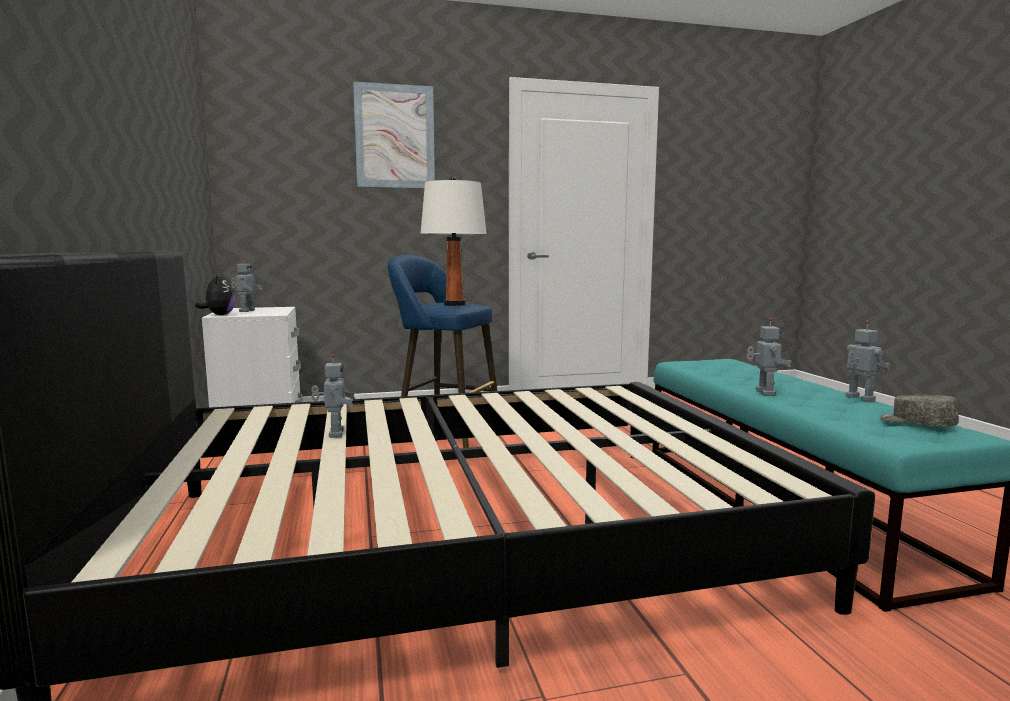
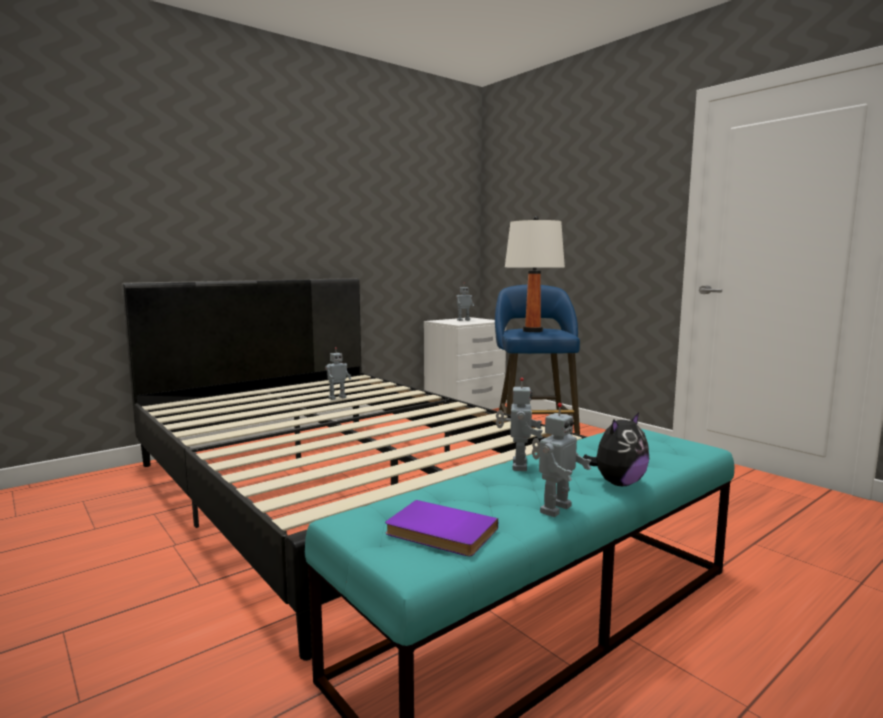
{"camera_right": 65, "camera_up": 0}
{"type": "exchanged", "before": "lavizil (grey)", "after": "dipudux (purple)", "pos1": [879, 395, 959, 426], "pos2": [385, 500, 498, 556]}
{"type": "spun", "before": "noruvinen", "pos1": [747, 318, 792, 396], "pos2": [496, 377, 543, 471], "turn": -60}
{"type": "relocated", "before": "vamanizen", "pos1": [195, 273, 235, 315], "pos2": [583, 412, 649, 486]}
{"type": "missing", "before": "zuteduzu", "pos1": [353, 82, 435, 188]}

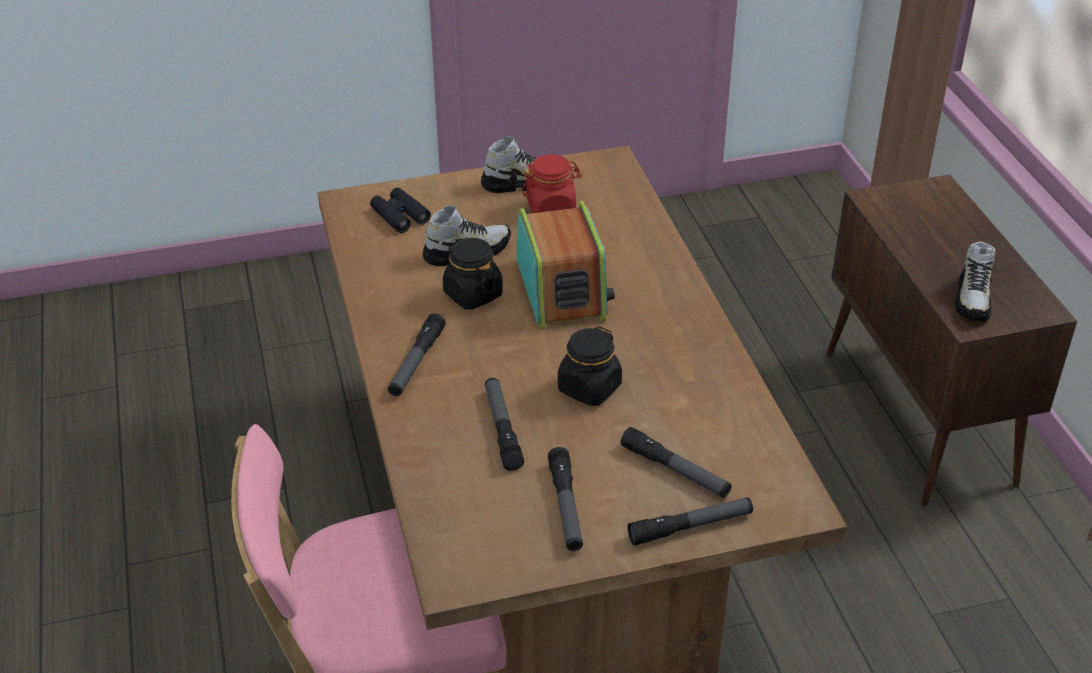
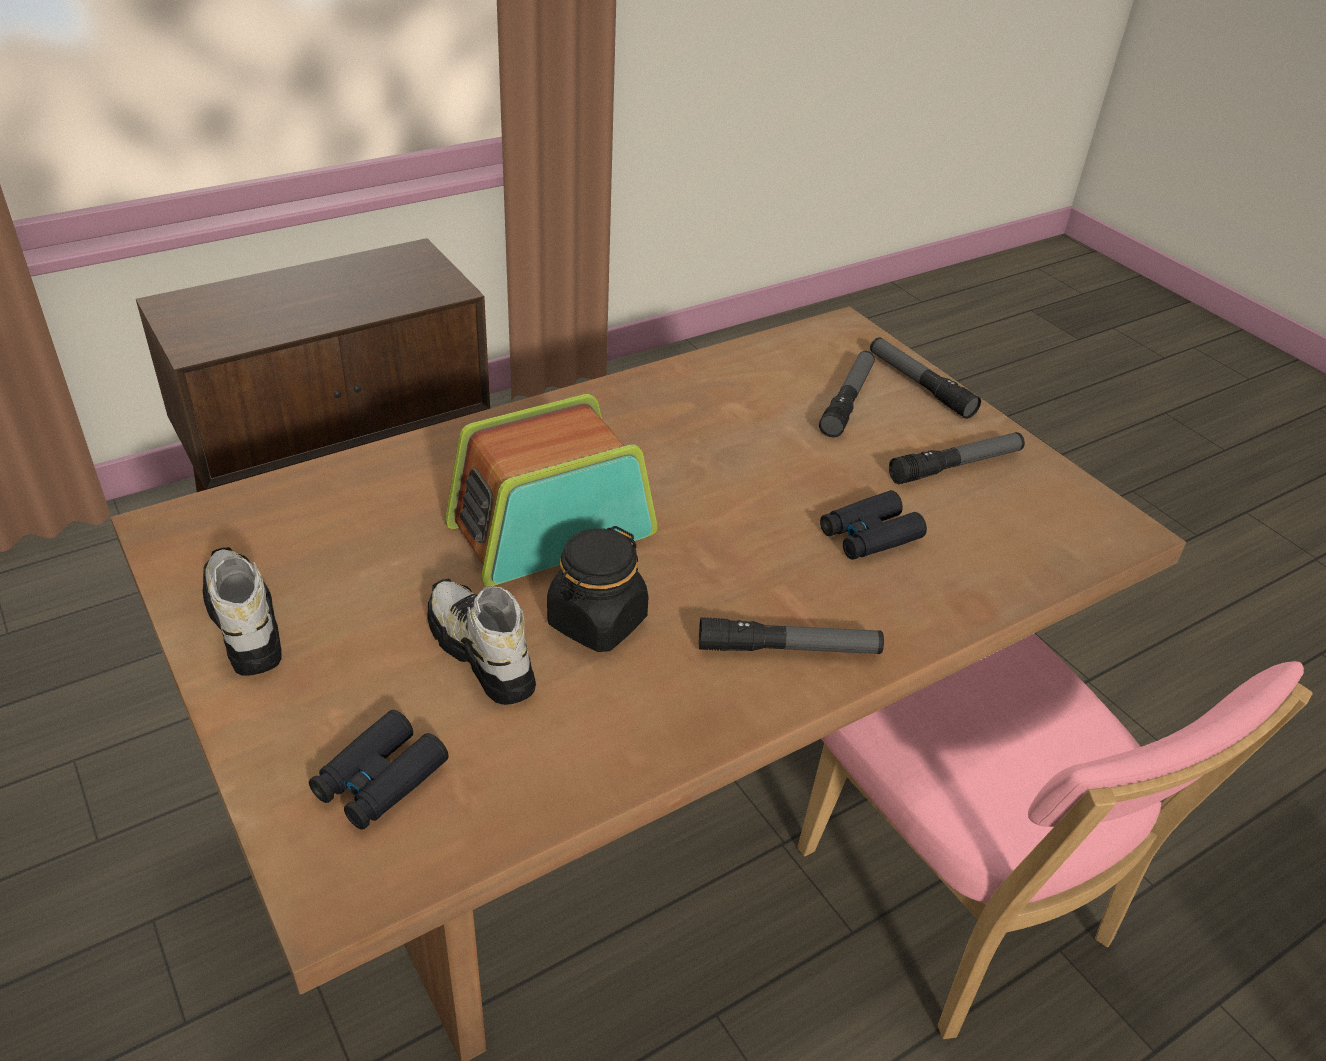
{"camera_right": -110, "camera_up": 0}
{"type": "exchanged", "before": "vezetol", "after": "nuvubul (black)", "pos1": [485, 378, 524, 471], "pos2": [820, 490, 927, 560]}
{"type": "missing", "before": "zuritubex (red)", "pos1": [522, 154, 582, 213]}
{"type": "missing", "before": "zuritubex (black)", "pos1": [558, 326, 622, 406]}
{"type": "missing", "before": "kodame", "pos1": [955, 241, 996, 321]}

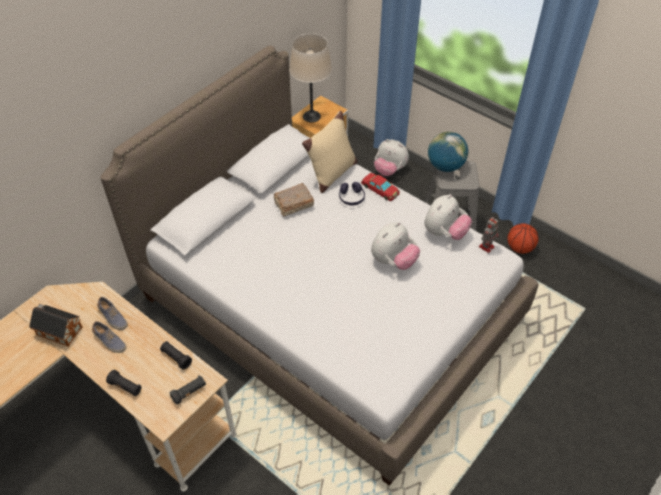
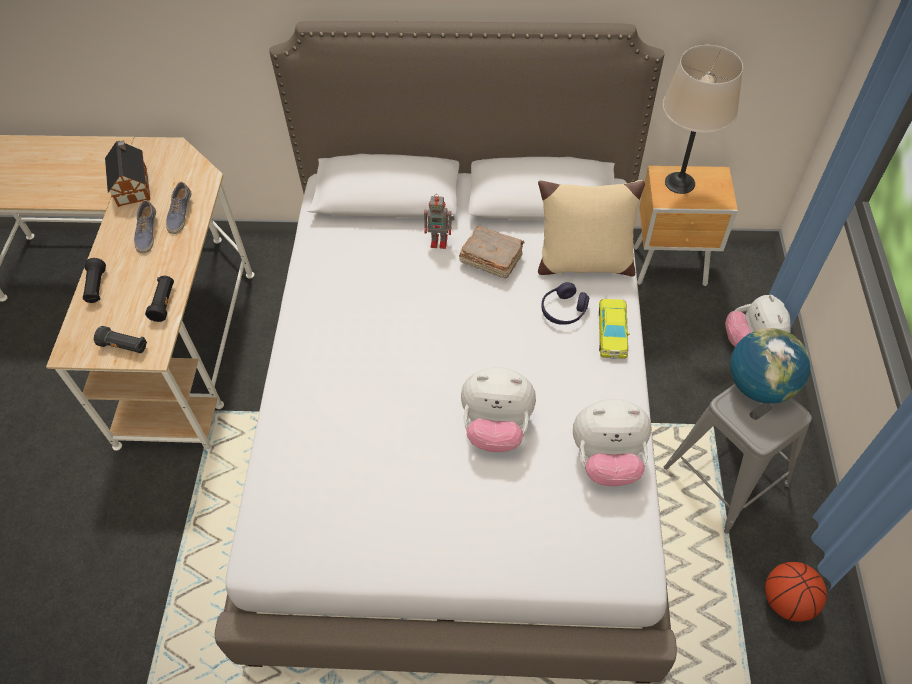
{"camera_right": 55, "camera_up": 5}
{"type": "relocated", "before": "noruvinen", "pos1": [479, 217, 499, 253], "pos2": [424, 194, 454, 249]}
{"type": "colour", "before": "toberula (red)", "after": "toberula (yellow)", "pos1": [361, 173, 400, 201], "pos2": [599, 299, 630, 359]}

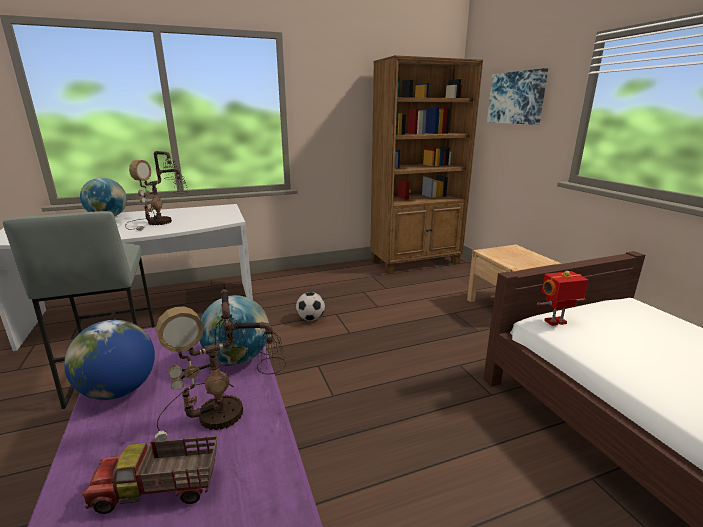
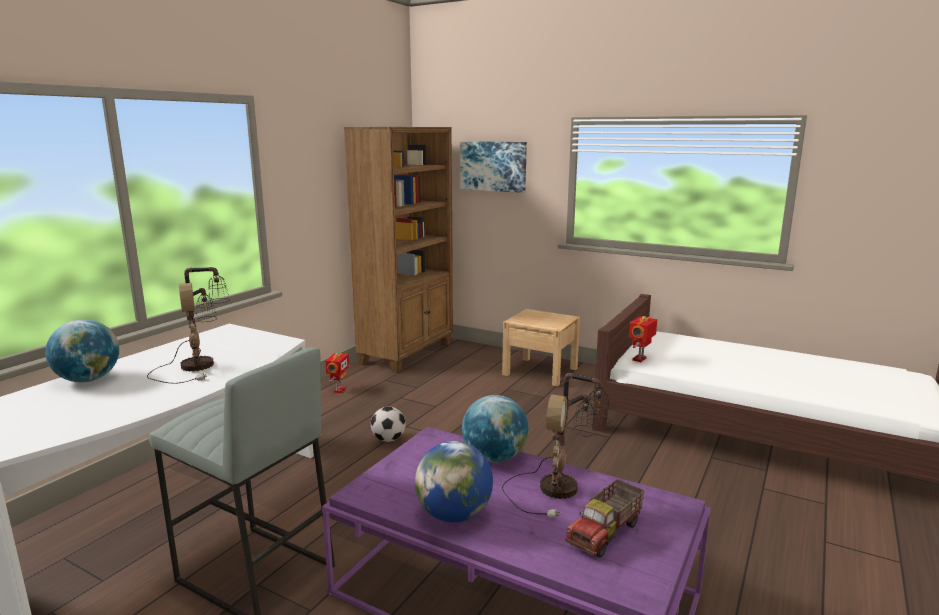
{"camera_right": -40, "camera_up": -5}
{"type": "appeared", "after": "noruvinen", "pos2": [325, 353, 349, 393]}

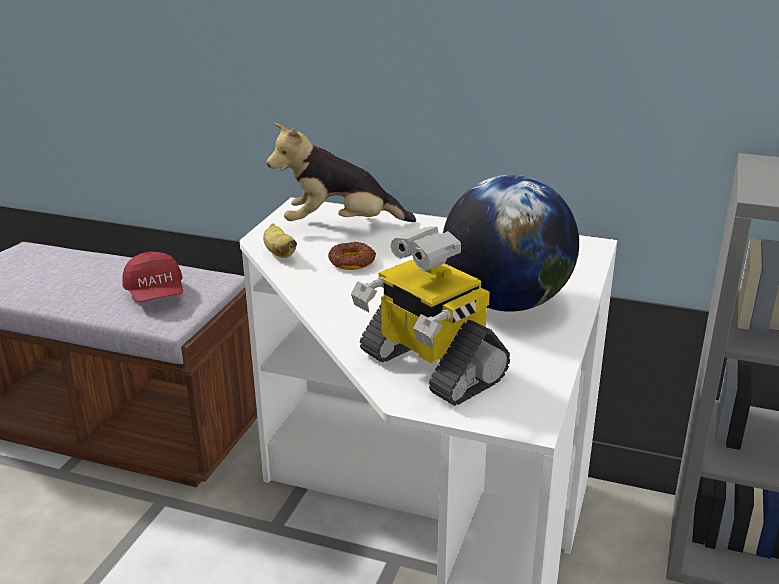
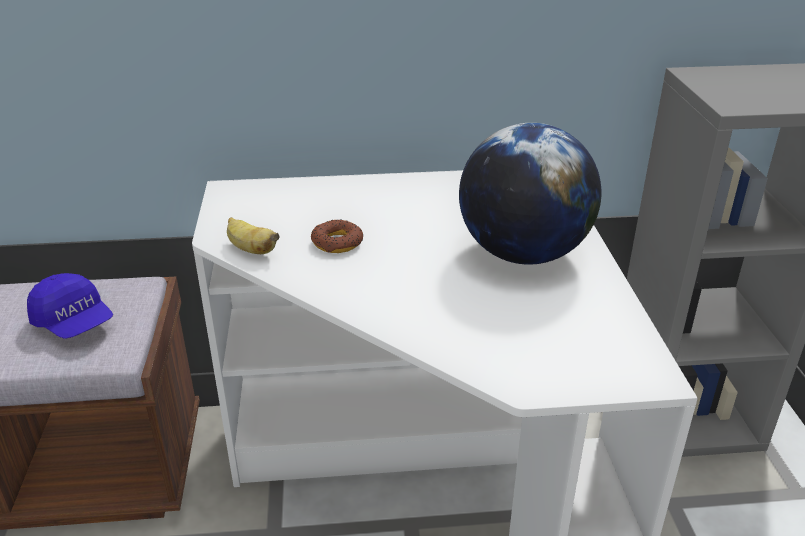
{"camera_right": -25, "camera_up": 5}
{"type": "colour", "before": "lavizil (red)", "after": "lavizil (blue)", "pos1": [122, 252, 183, 302], "pos2": [27, 273, 113, 339]}
{"type": "missing", "before": "vamanizen", "pos1": [267, 123, 416, 222]}
{"type": "missing", "before": "noruvinen", "pos1": [351, 227, 510, 406]}

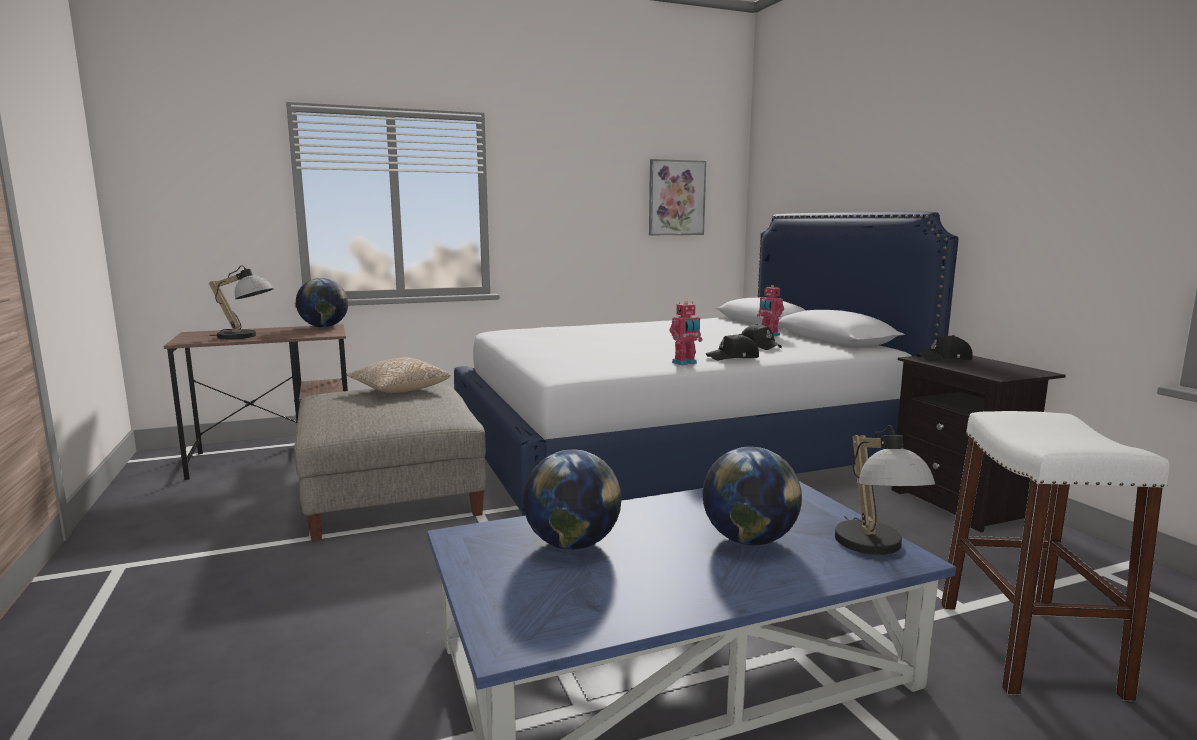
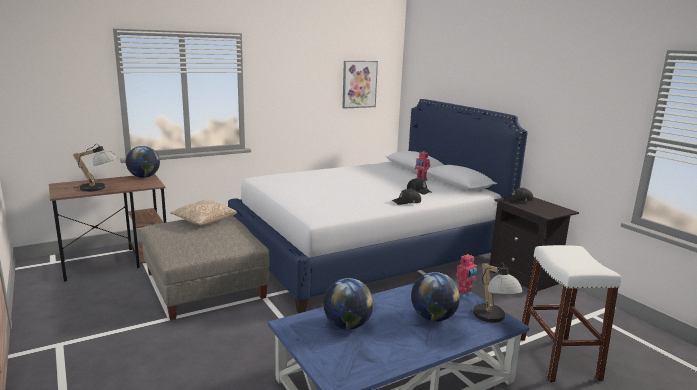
{"camera_right": -10, "camera_up": 5}
{"type": "relocated", "before": "noruvinen", "pos1": [670, 301, 703, 365], "pos2": [456, 254, 477, 298]}

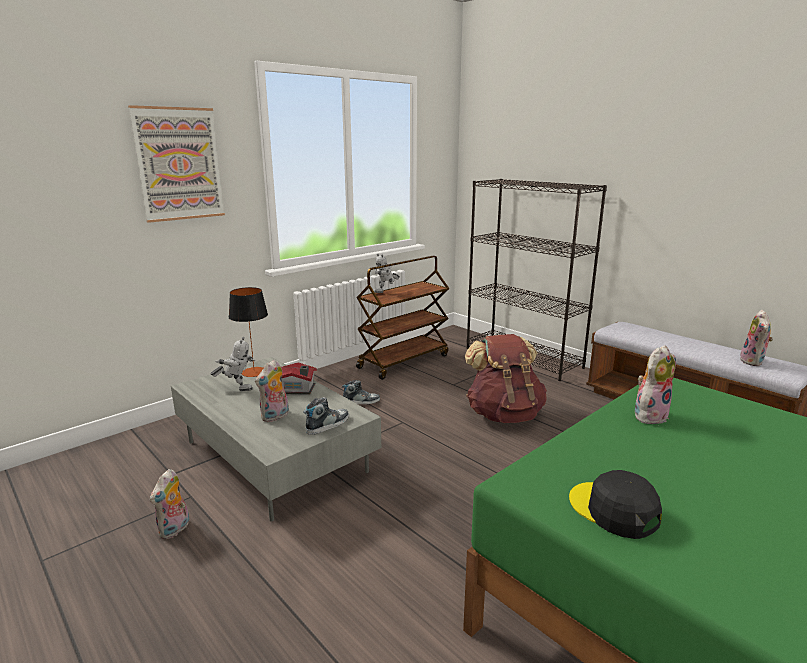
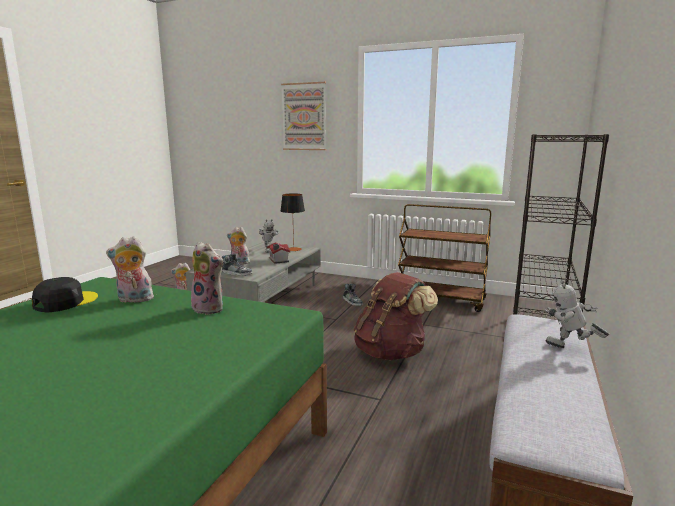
{"camera_right": 65, "camera_up": -5}
{"type": "relocated", "before": "vamanizen", "pos1": [740, 310, 773, 366], "pos2": [106, 236, 154, 303]}
{"type": "relocated", "before": "noruvinen", "pos1": [374, 254, 400, 293], "pos2": [545, 280, 609, 348]}

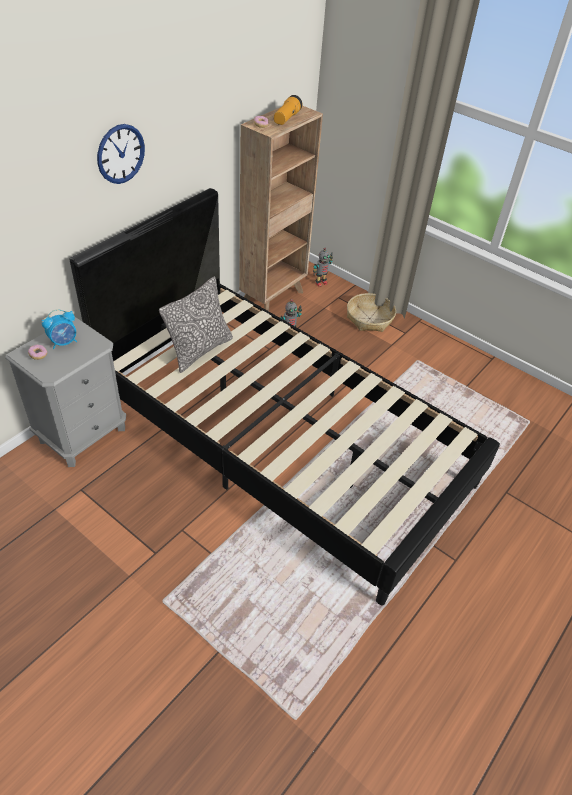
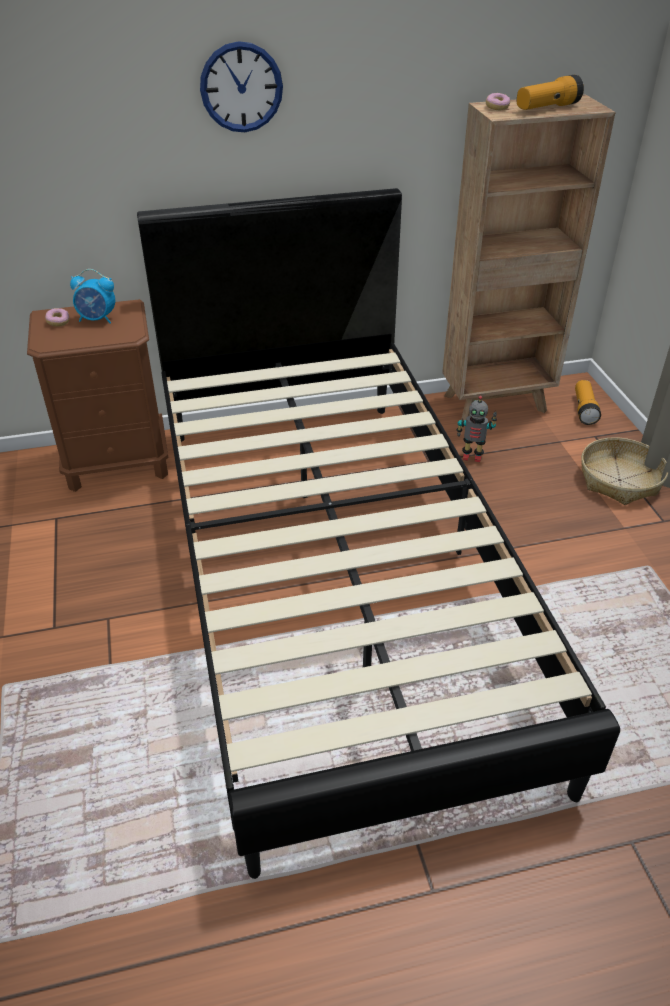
{"camera_right": 40, "camera_up": -5}
{"type": "colour", "before": "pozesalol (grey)", "after": "pozesalol (brown)", "pos1": [5, 317, 126, 467], "pos2": [27, 299, 168, 492]}
{"type": "exchanged", "before": "noruvinen", "after": "vezetol", "pos1": [313, 248, 333, 287], "pos2": [575, 380, 601, 425]}
{"type": "missing", "before": "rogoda", "pos1": [159, 276, 233, 373]}

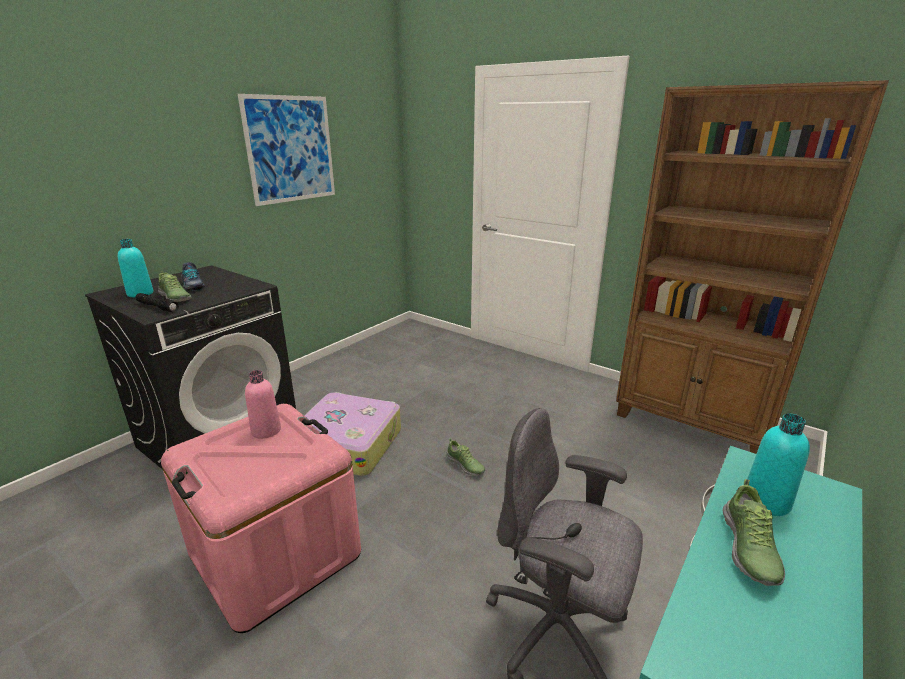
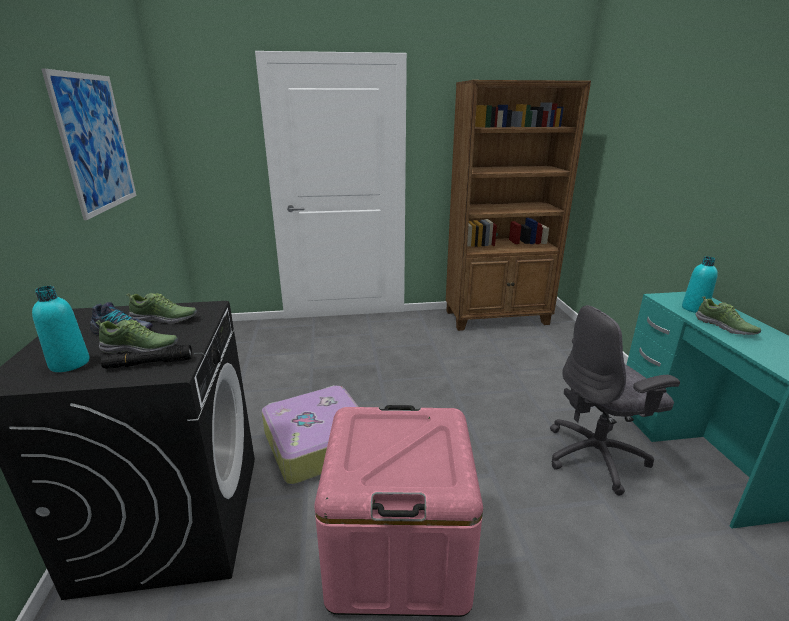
{"camera_right": -45, "camera_up": 0}
{"type": "relocated", "before": "kodame", "pos1": [446, 438, 485, 476], "pos2": [126, 293, 197, 324]}
{"type": "missing", "before": "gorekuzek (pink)", "pos1": [245, 370, 281, 439]}

